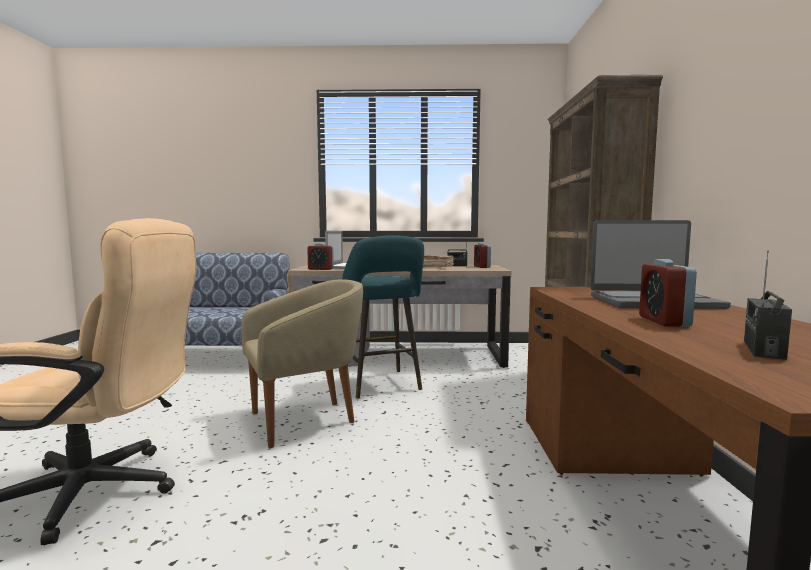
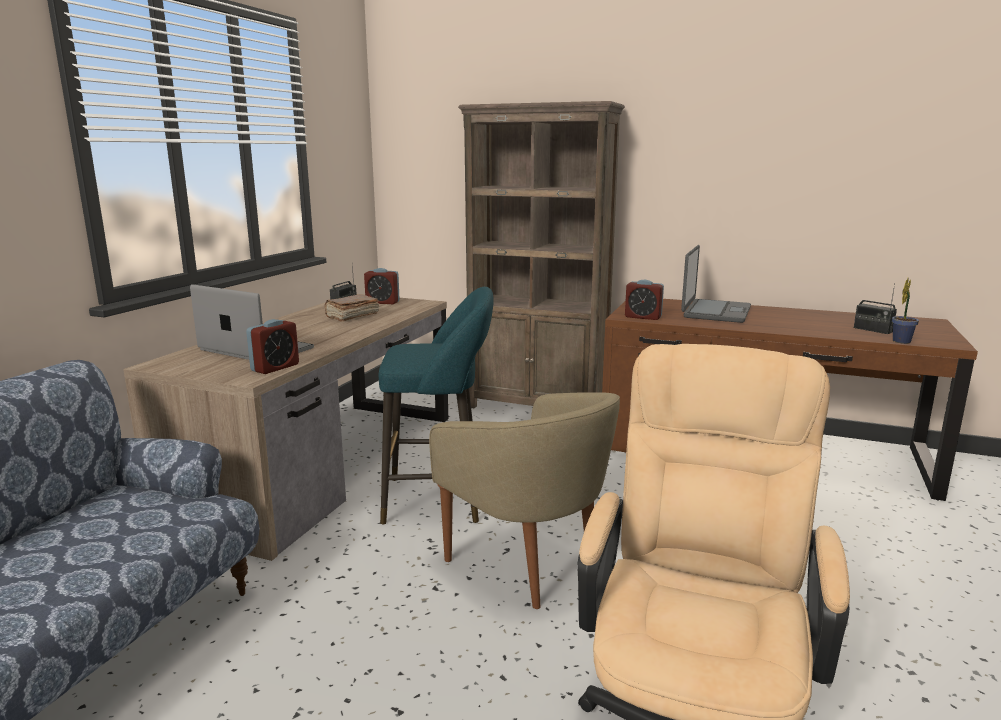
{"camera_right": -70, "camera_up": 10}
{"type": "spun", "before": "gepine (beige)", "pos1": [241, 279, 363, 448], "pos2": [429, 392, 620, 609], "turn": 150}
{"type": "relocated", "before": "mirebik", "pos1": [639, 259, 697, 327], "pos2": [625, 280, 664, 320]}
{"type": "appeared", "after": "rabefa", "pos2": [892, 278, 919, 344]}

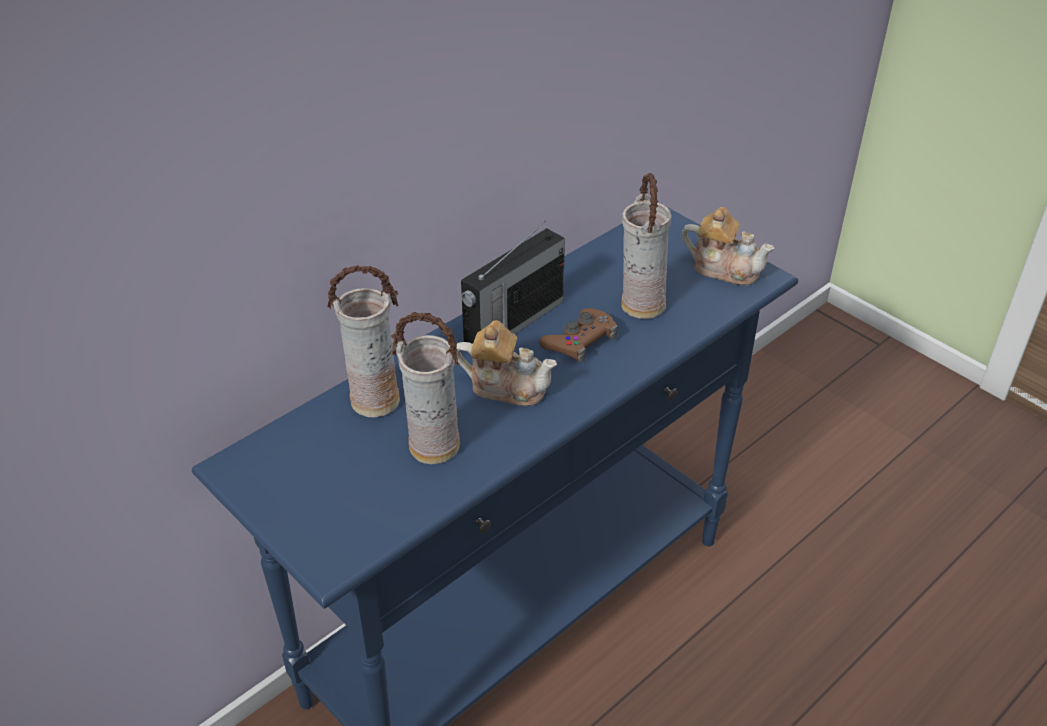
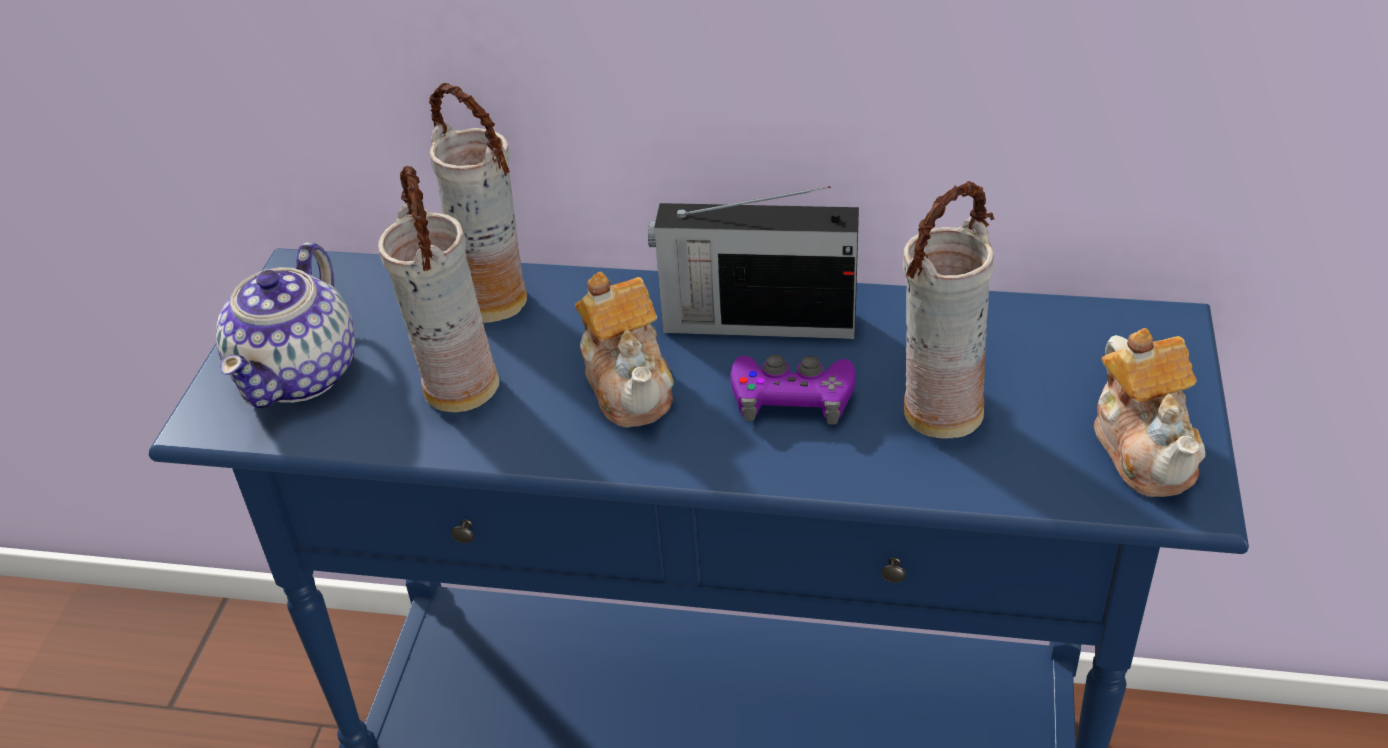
{"camera_right": 55, "camera_up": 0}
{"type": "appeared", "after": "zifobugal", "pos2": [216, 242, 355, 408]}
{"type": "colour", "before": "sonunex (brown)", "after": "sonunex (purple)", "pos1": [540, 308, 618, 363], "pos2": [731, 355, 856, 425]}

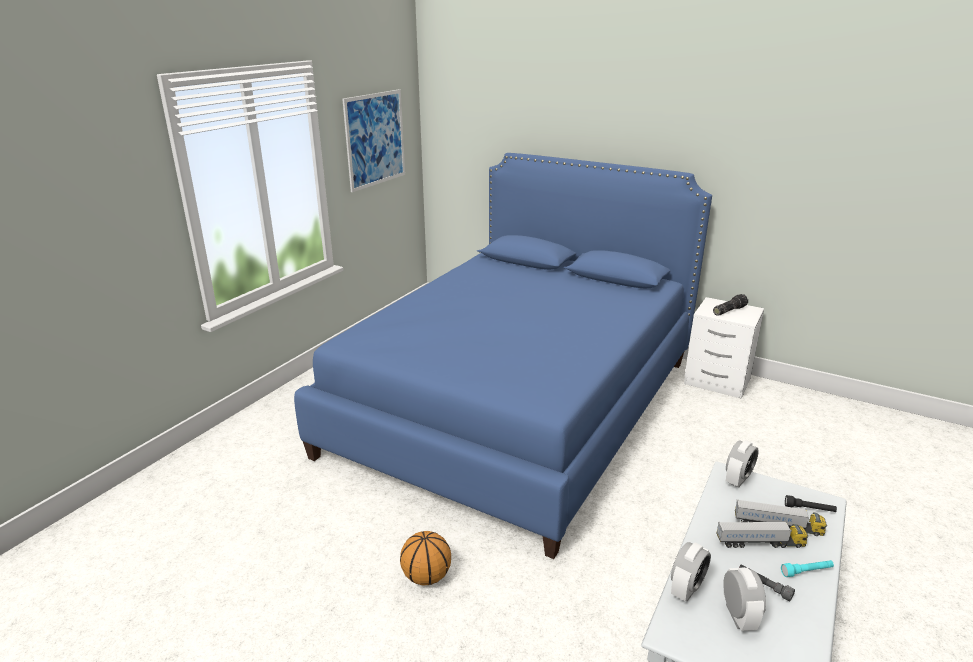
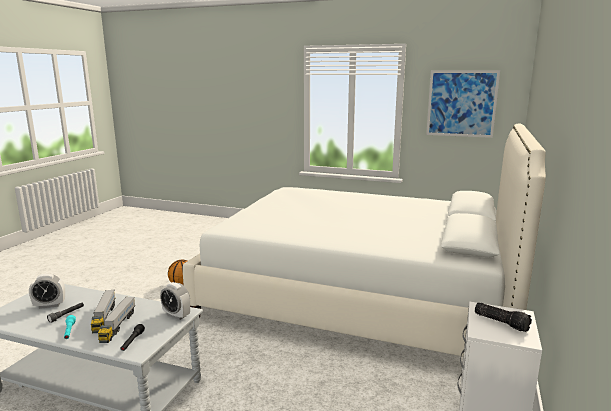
{"camera_right": 80, "camera_up": -10}
{"type": "colour", "before": "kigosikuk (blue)", "after": "kigosikuk (white)", "pos1": [294, 153, 712, 559], "pos2": [183, 124, 546, 356]}
{"type": "missing", "before": "mirebik", "pos1": [671, 542, 711, 602]}

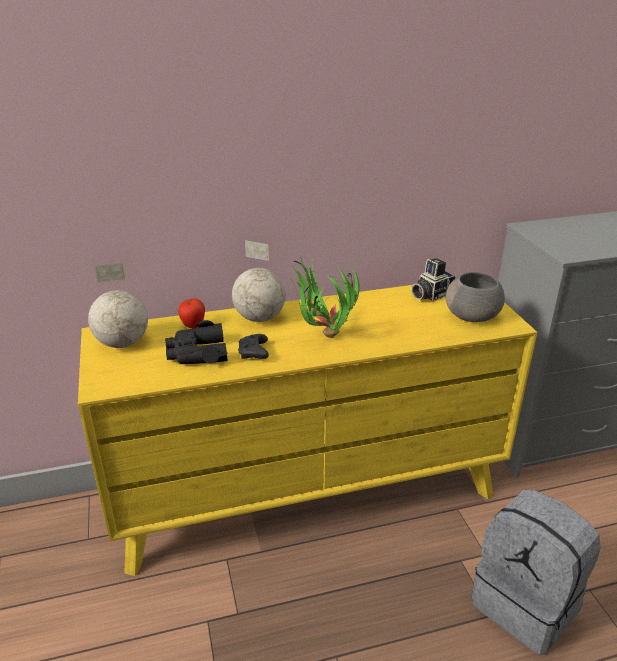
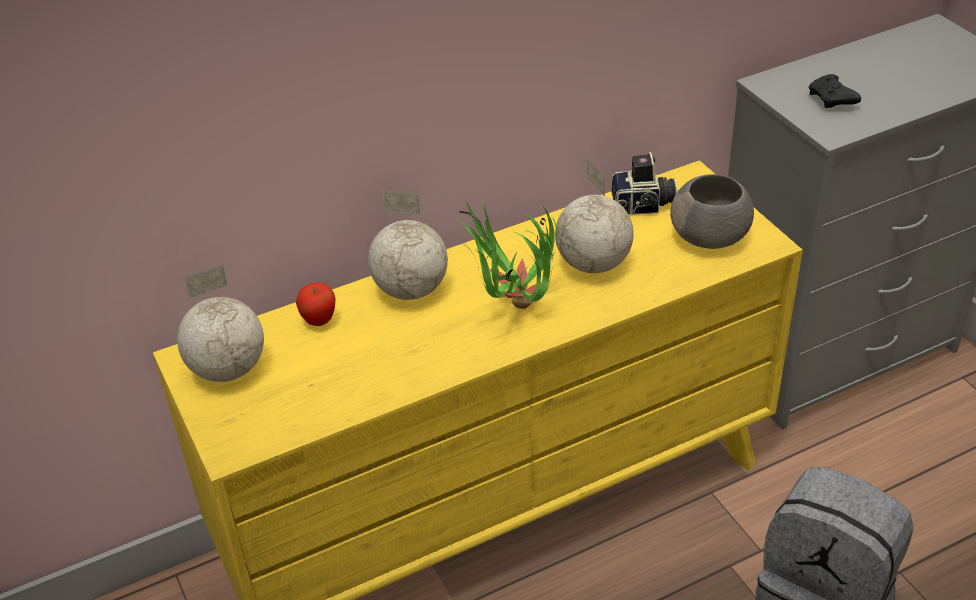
{"camera_right": -10, "camera_up": 10}
{"type": "appeared", "after": "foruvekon", "pos2": [555, 157, 634, 273]}
{"type": "spun", "before": "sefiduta", "pos1": [411, 258, 456, 302], "pos2": [611, 152, 677, 215], "turn": -135}
{"type": "relocated", "before": "sonunex (black)", "pos1": [238, 334, 269, 359], "pos2": [809, 74, 861, 108]}
{"type": "missing", "before": "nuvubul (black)", "pos1": [165, 320, 227, 364]}

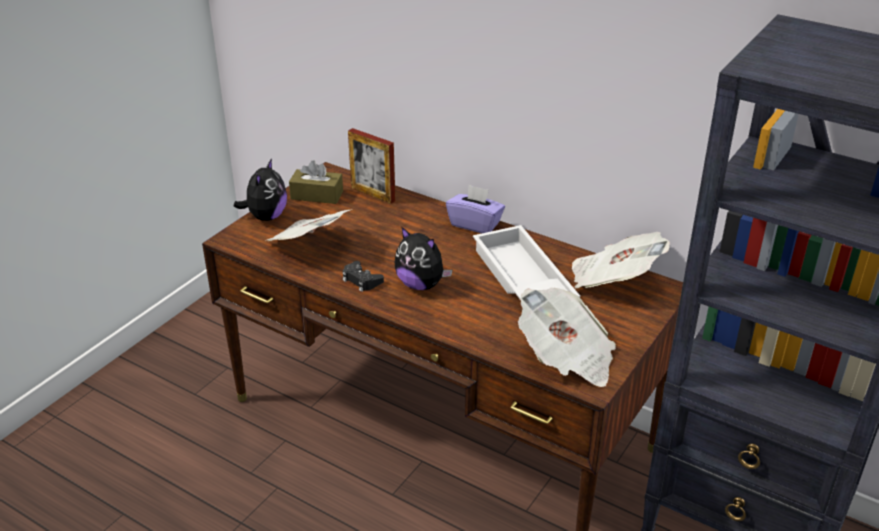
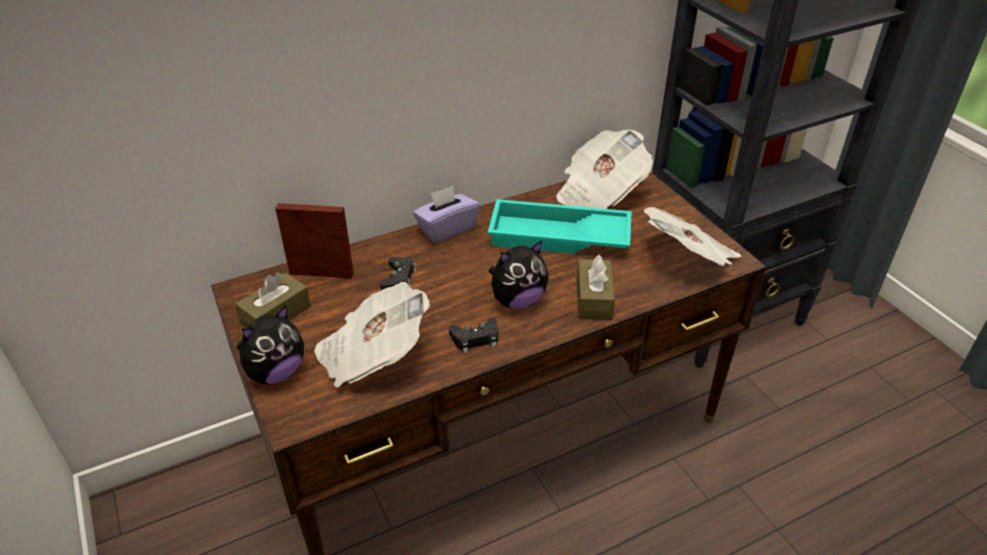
{"camera_right": -60, "camera_up": 5}
{"type": "spun", "before": "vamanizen", "pos1": [234, 158, 287, 221], "pos2": [237, 305, 304, 384], "turn": 90}
{"type": "spun", "before": "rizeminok", "pos1": [348, 128, 395, 204], "pos2": [275, 203, 354, 279], "turn": -150}
{"type": "appeared", "after": "sonunex (black)", "pos2": [380, 257, 416, 290]}
{"type": "colour", "before": "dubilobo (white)", "after": "dubilobo (turquoise)", "pos1": [473, 225, 580, 300], "pos2": [488, 199, 632, 254]}
{"type": "appeared", "after": "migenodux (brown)", "pos2": [577, 254, 615, 320]}

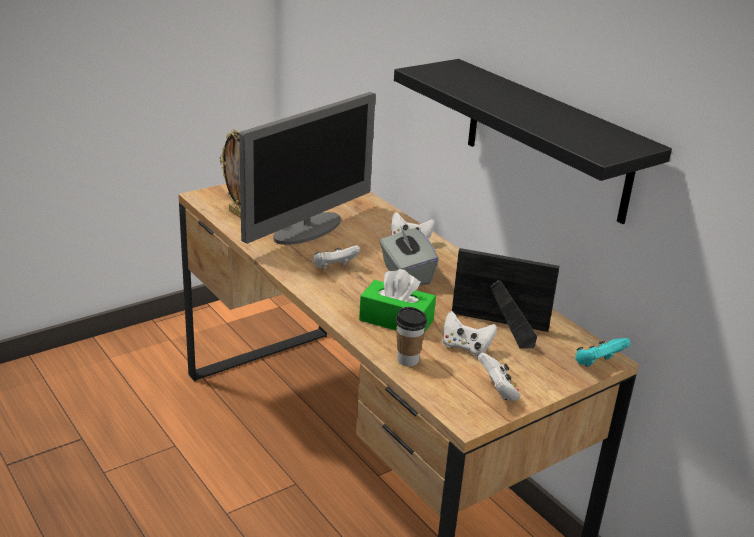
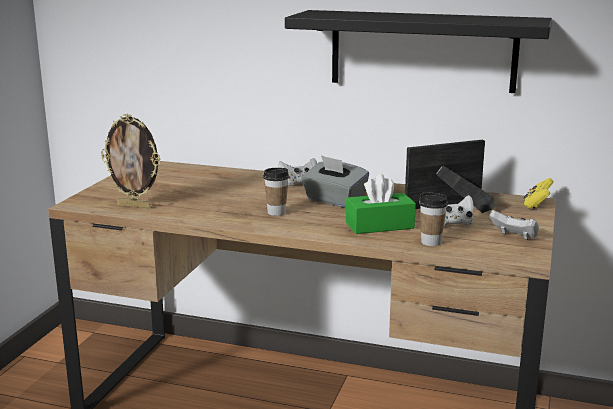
{"camera_right": -35, "camera_up": -10}
{"type": "exchanged", "before": "sonunex (white)", "after": "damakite", "pos1": [313, 245, 360, 270], "pos2": [263, 168, 289, 216]}
{"type": "colour", "before": "sonunex (turquoise)", "after": "sonunex (yellow)", "pos1": [575, 338, 631, 367], "pos2": [524, 178, 554, 209]}
{"type": "missing", "before": "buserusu", "pos1": [239, 92, 376, 245]}

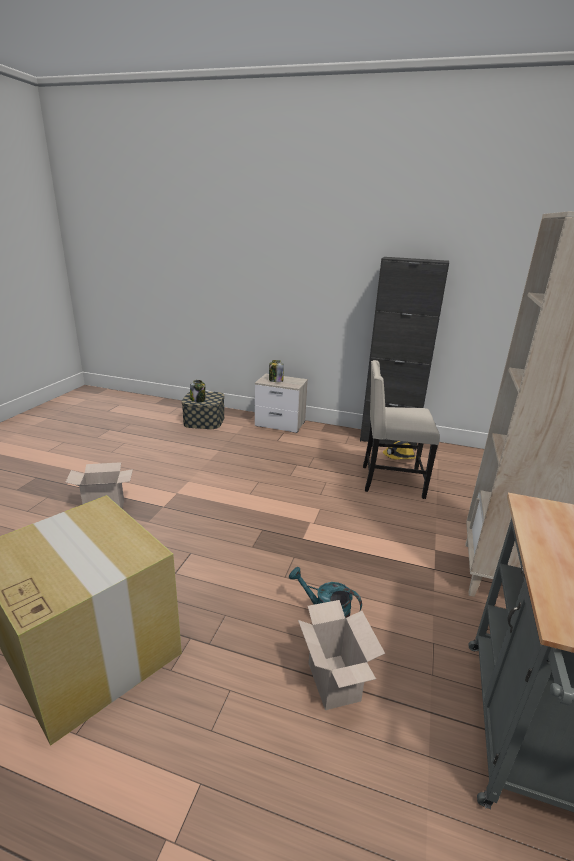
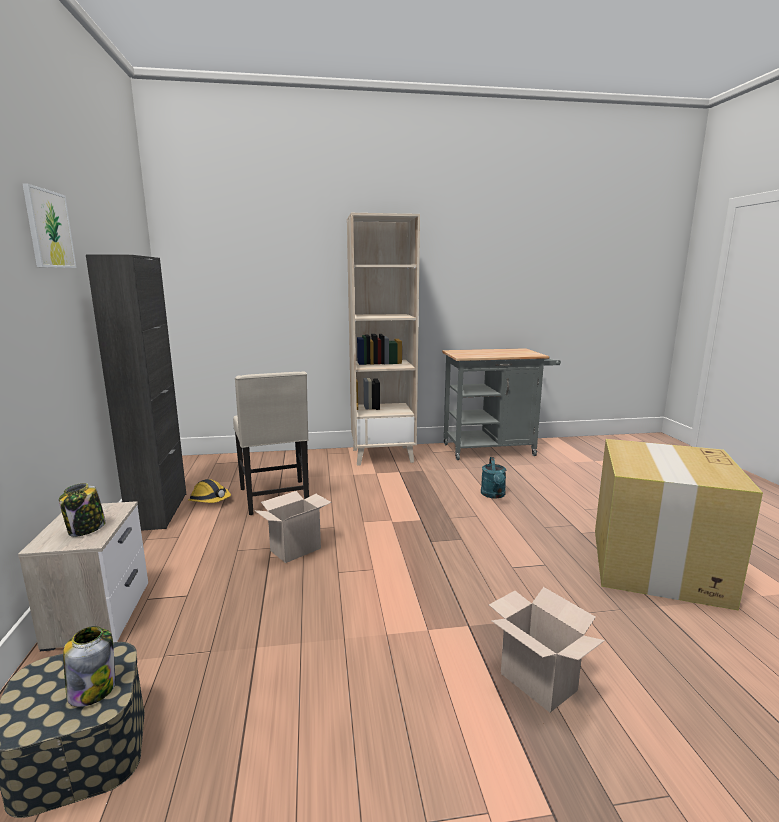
{"camera_right": -115, "camera_up": -10}
{"type": "appeared", "after": "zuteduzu", "pos2": [22, 183, 76, 268]}
{"type": "relocated", "before": "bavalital", "pos1": [298, 600, 385, 710], "pos2": [254, 491, 331, 563]}

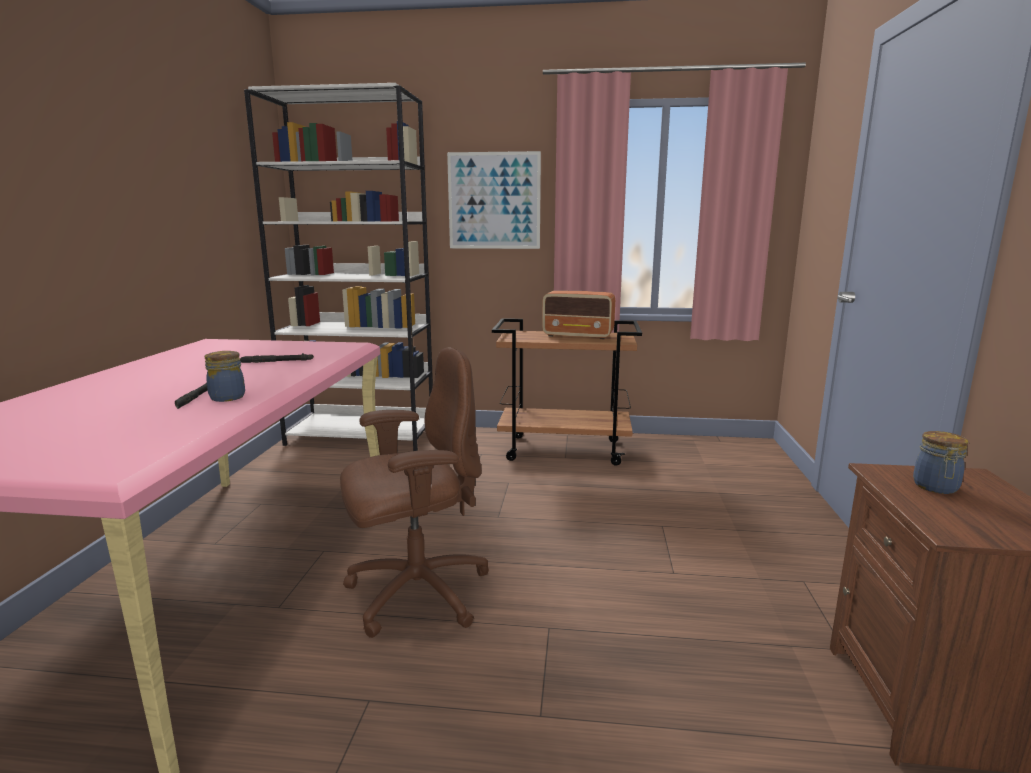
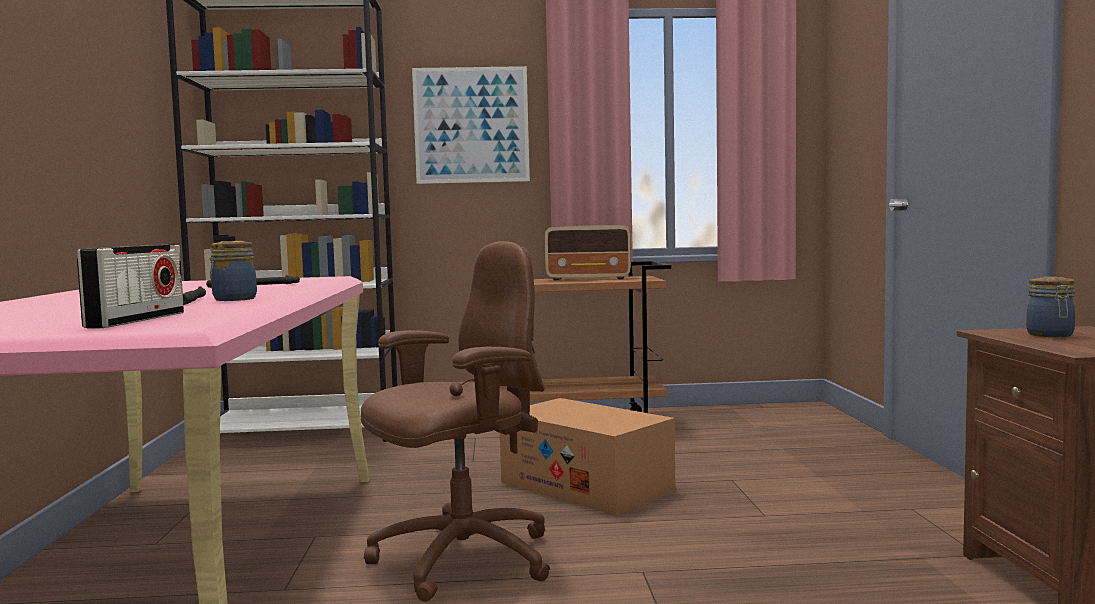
{"camera_right": -10, "camera_up": -10}
{"type": "appeared", "after": "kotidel", "pos2": [77, 245, 184, 329]}
{"type": "appeared", "after": "bavalital", "pos2": [500, 398, 675, 516]}

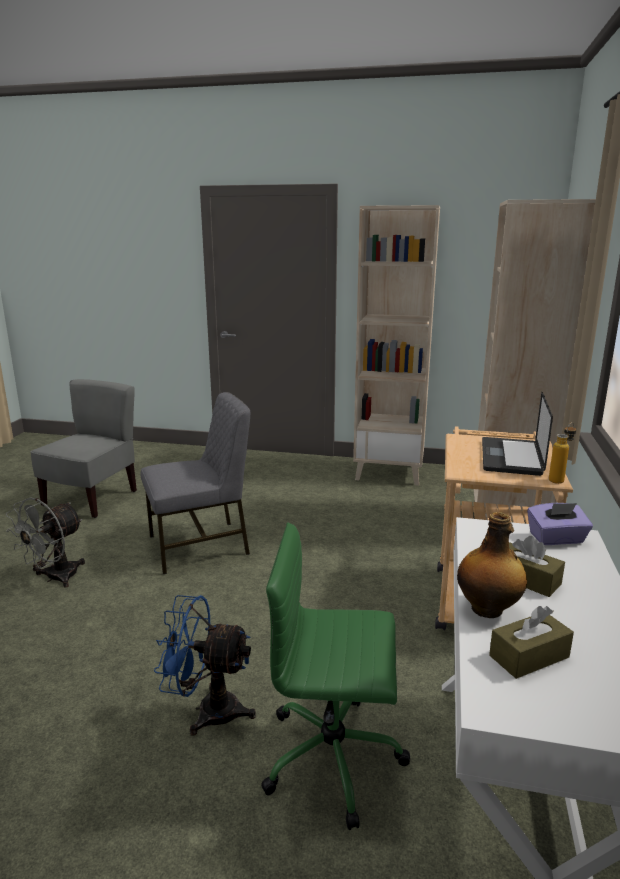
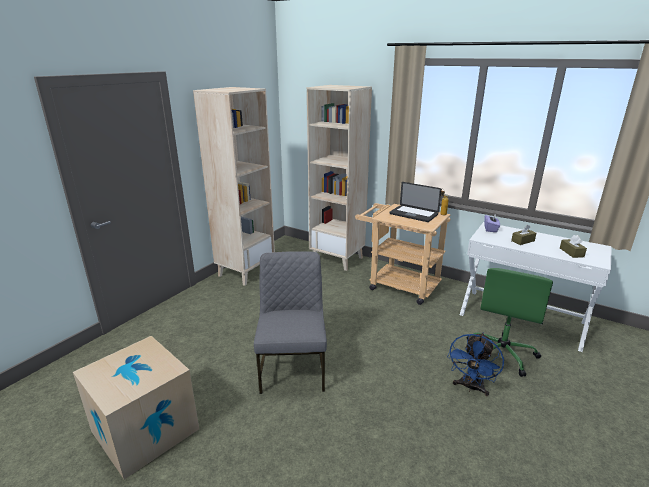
{"camera_right": -70, "camera_up": 5}
{"type": "exchanged", "before": "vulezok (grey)", "after": "bavalital", "pos1": [30, 379, 137, 518], "pos2": [73, 336, 199, 479]}
{"type": "missing", "before": "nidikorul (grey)", "pos1": [6, 497, 85, 588]}
{"type": "missing", "before": "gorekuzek", "pos1": [457, 512, 527, 618]}

